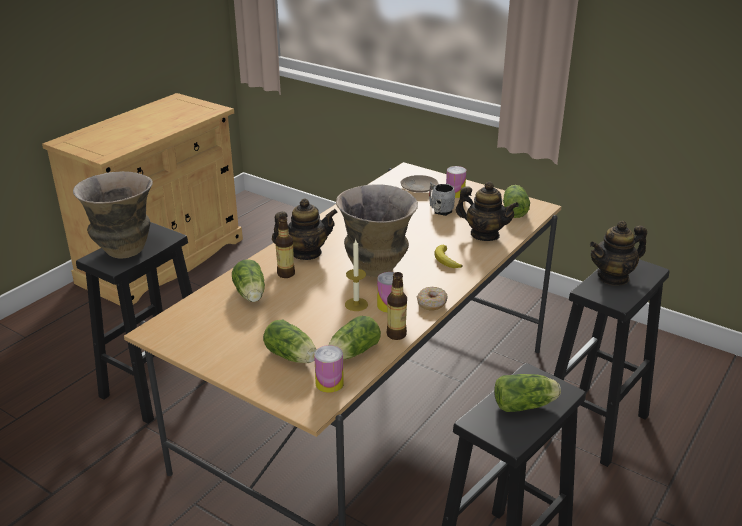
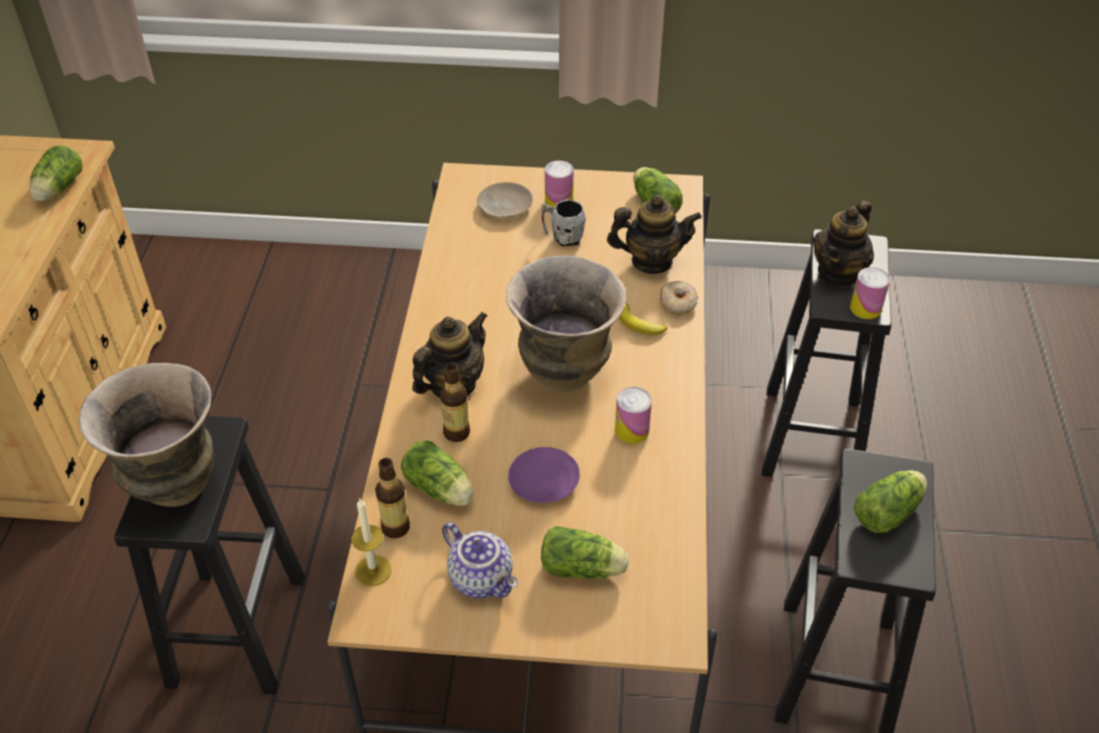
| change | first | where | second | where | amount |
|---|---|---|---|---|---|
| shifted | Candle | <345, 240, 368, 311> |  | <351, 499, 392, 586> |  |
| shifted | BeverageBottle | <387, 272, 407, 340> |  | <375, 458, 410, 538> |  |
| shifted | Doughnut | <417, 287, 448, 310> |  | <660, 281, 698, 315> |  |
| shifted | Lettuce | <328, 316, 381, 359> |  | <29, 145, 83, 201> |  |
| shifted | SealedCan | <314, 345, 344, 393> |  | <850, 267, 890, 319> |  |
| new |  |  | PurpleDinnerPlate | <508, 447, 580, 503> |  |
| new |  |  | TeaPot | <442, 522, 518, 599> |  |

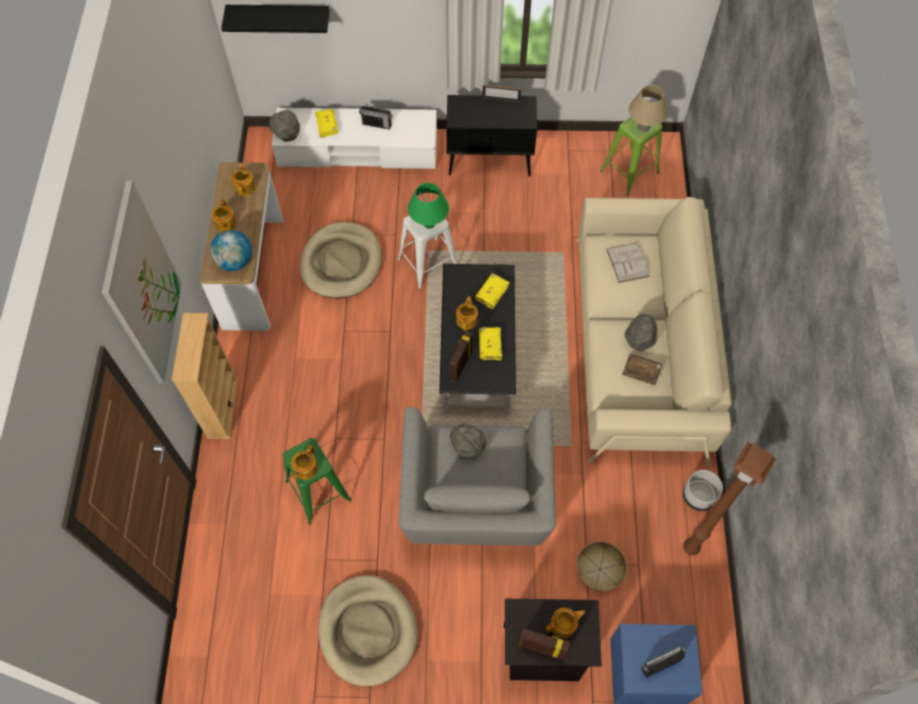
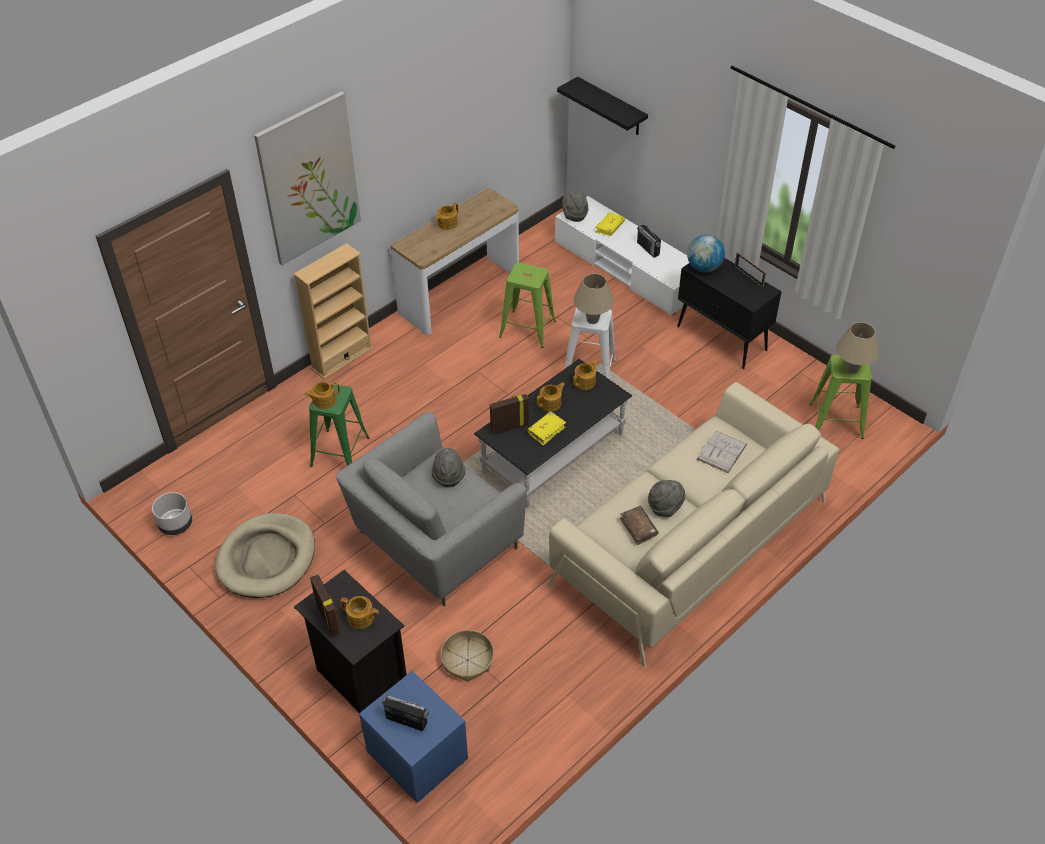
| change | first | where | second | where | amount |
|---|---|---|---|---|---|
| shifted | TeaPot | <231, 163, 256, 196> |  | <573, 360, 598, 390> |  |
| repainted | GreenColouredTabletopLamp | <408, 183, 449, 229> | SandColouredTabletopLamp | <573, 273, 614, 324> |  |
| swapped | SandColouredDogCushion | <299, 222, 382, 298> | GreenColouredSittingStool | <499, 262, 556, 348> |  |
| shifted | DeskGlobe | <210, 230, 252, 271> |  | <687, 235, 725, 272> |  |
| gone | YellowishBoundBook | <475, 273, 510, 310> |  |  |  |
| gone | BrownColouredStandingLamp | <683, 442, 776, 555> |  |  |  |
| shifted | GrayFlowerPot | <683, 470, 723, 511> |  | <152, 492, 192, 535> |  |

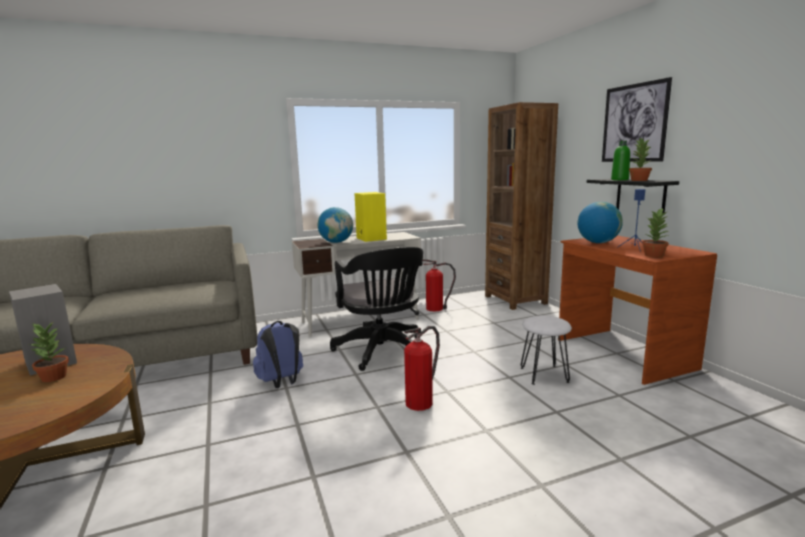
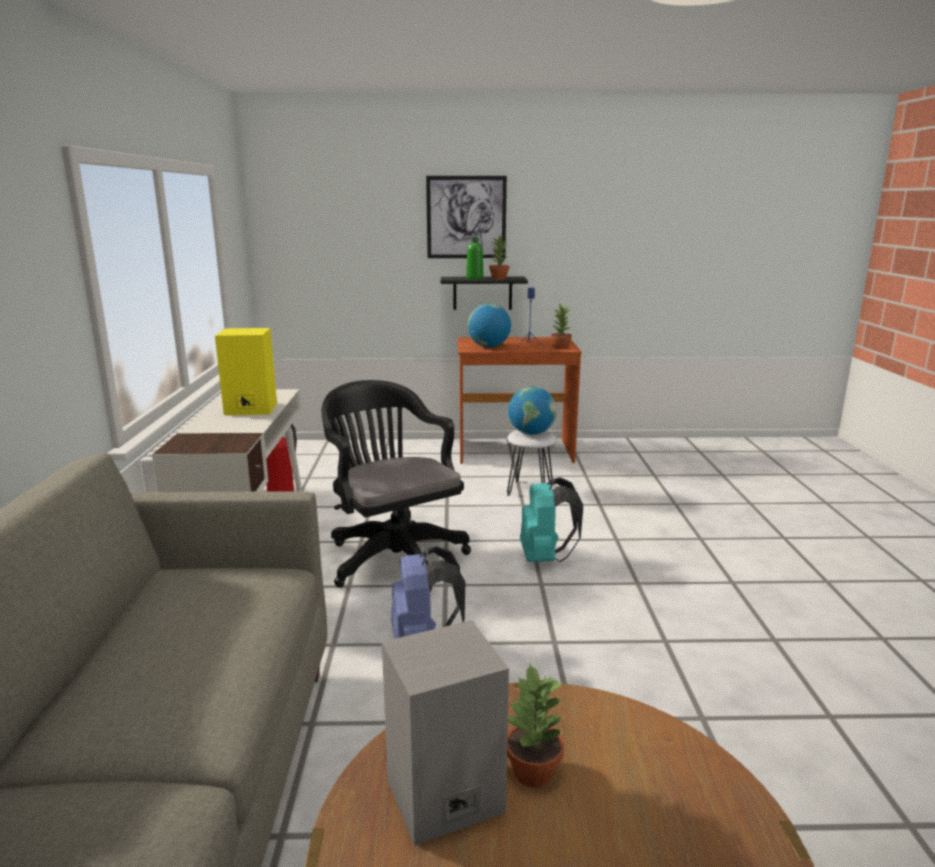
| change | first | where | second | where | amount |
|---|---|---|---|---|---|
| gone | BrownColouredBookcase | <485, 102, 558, 310> |  |  |  |
| shifted | DeskGlobe | <317, 207, 353, 243> |  | <508, 387, 557, 435> |  |
| rotated | BlackishOfficeChair | <330, 247, 423, 371> |  | <322, 380, 471, 592> | 120 degrees counterclockwise |
| swapped | Extinguisher | <404, 326, 440, 411> | BlueGreenKnapsack | <520, 477, 583, 562> |  |

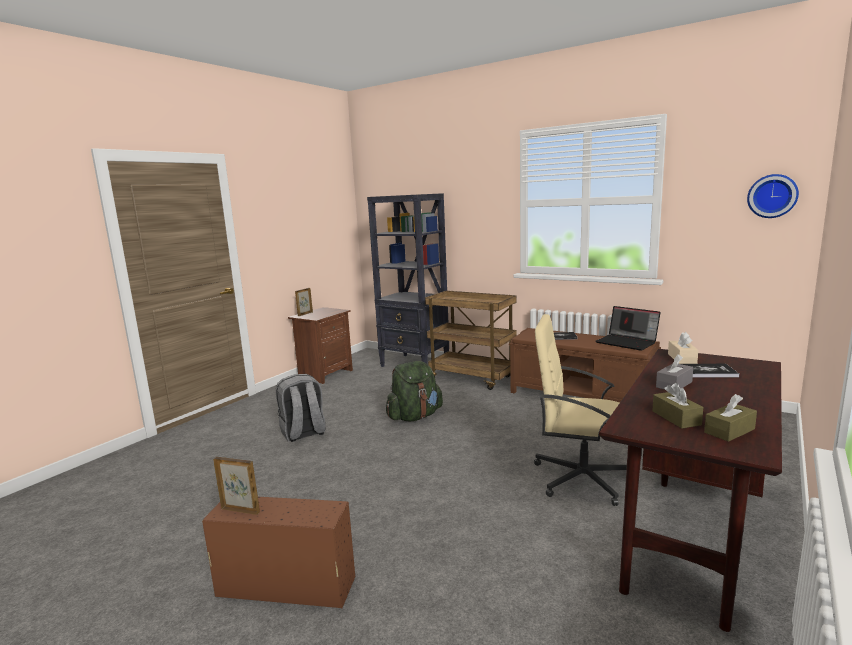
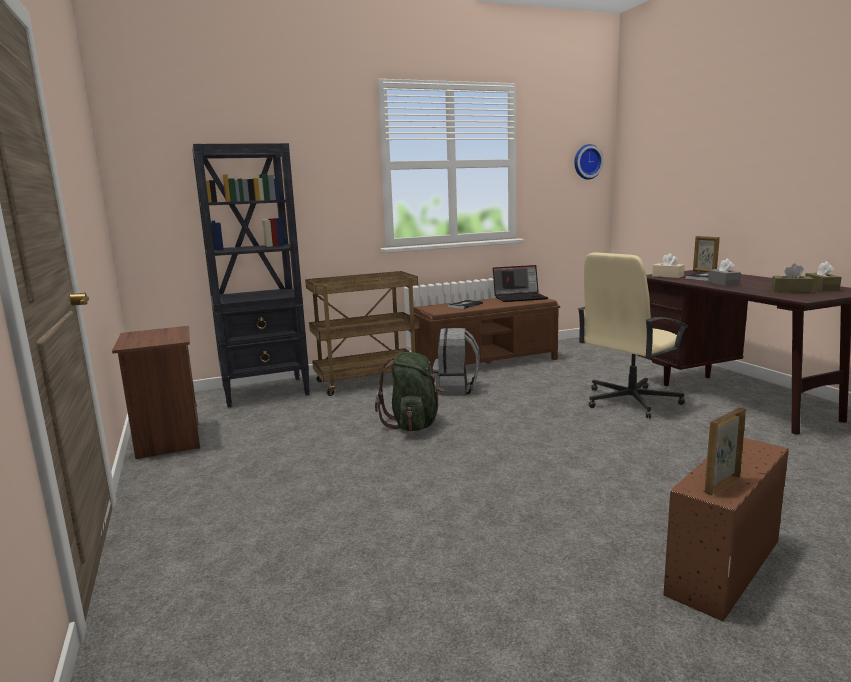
| change | first | where | second | where | amount |
|---|---|---|---|---|---|
| shifted | StandingFrame | <295, 288, 313, 316> |  | <693, 236, 720, 272> |  |
| shifted | GrayKnapsack | <276, 374, 325, 442> |  | <433, 328, 480, 396> |  |

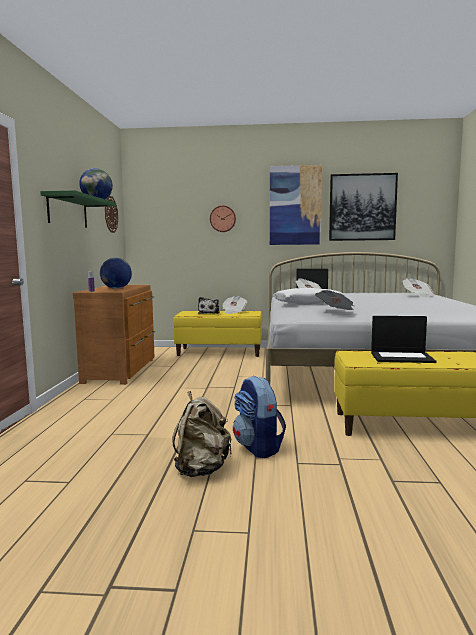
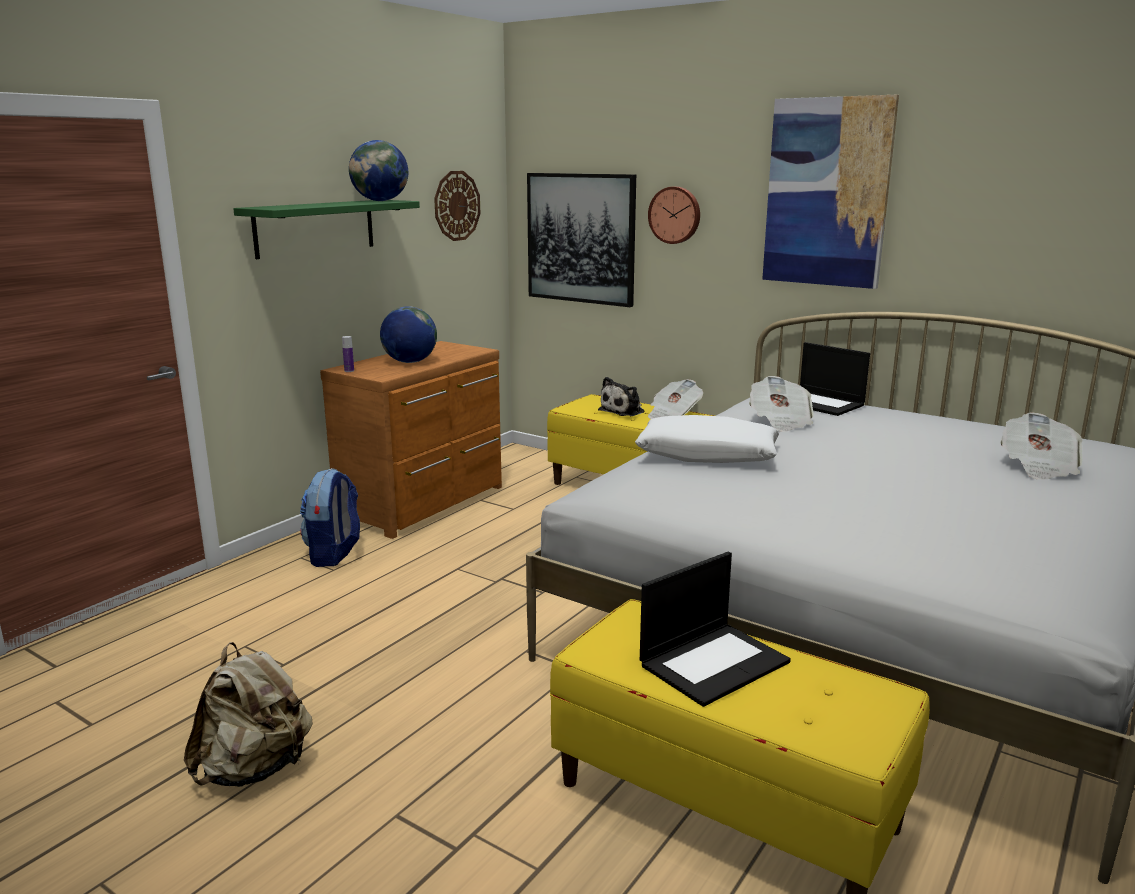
| change | first | where | second | where | amount |
|---|---|---|---|---|---|
| shifted | Picture | <329, 173, 398, 241> |  | <527, 173, 636, 307> |  |
| gone | DailyPaper | <315, 290, 354, 310> |  |  |  |
| rotated | Laptop | <371, 316, 437, 363> |  | <640, 552, 791, 707> | 75 degrees counterclockwise |
| shifted | Knapsack | <233, 376, 286, 458> |  | <300, 468, 360, 567> |  |

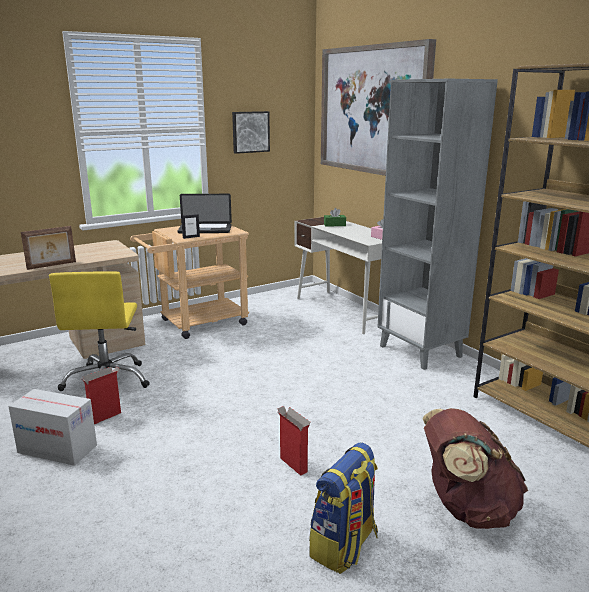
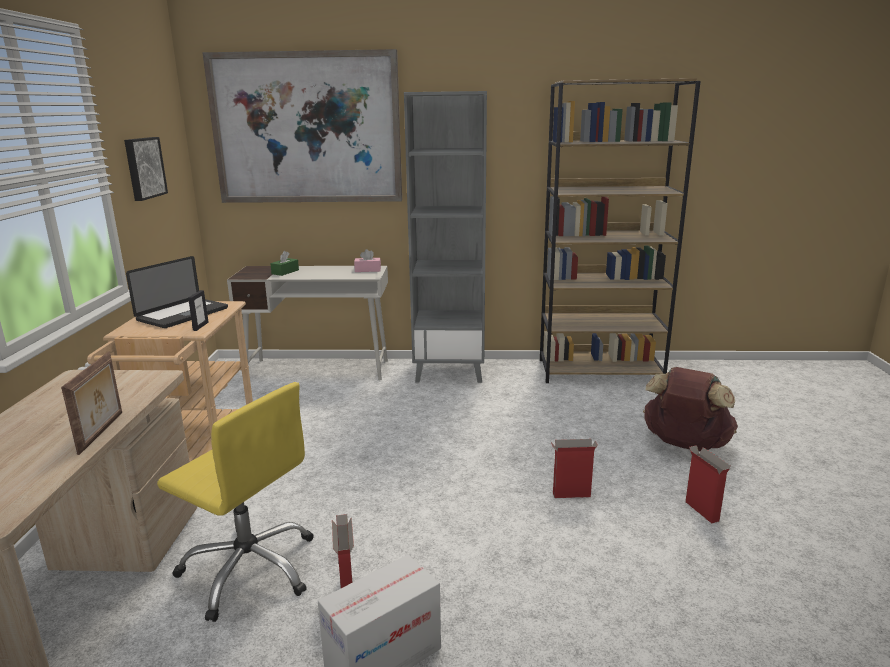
| change | first | where | second | where | amount |
|---|---|---|---|---|---|
| swapped | Knapsack | <309, 442, 378, 574> | PackingBox | <685, 445, 731, 523> |  |

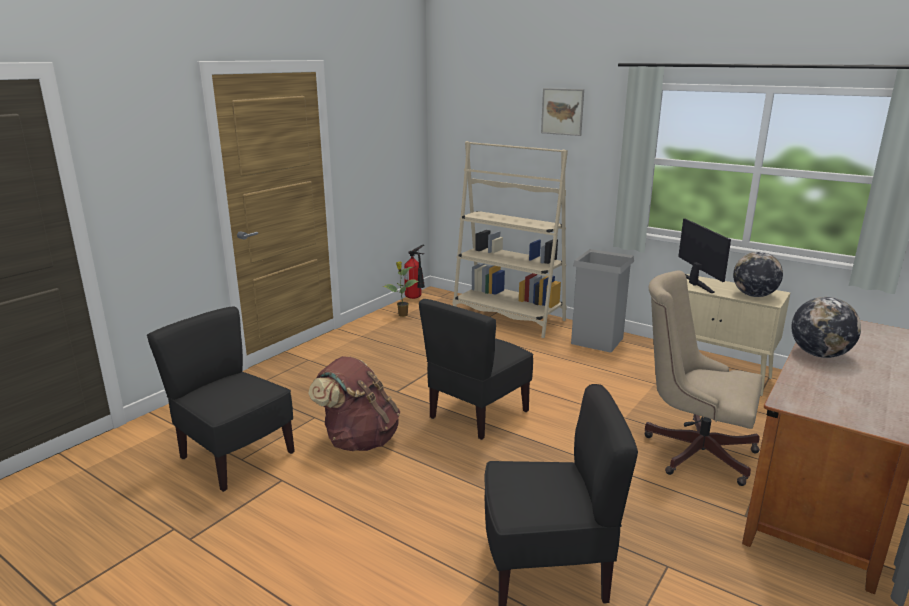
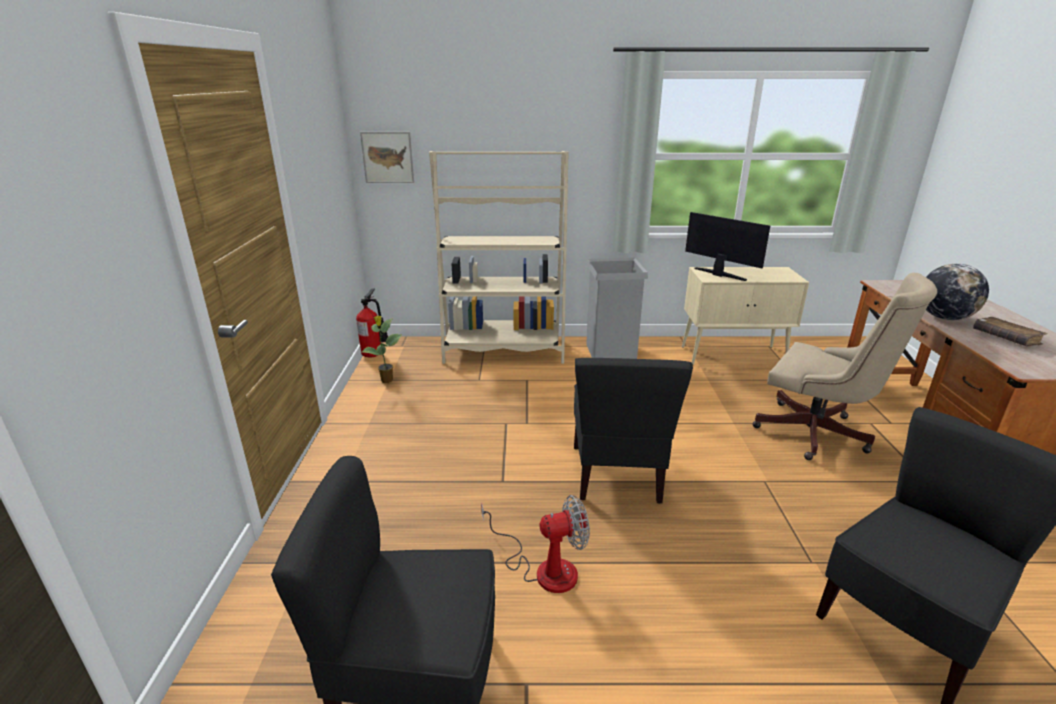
| change | first | where | second | where | amount |
|---|---|---|---|---|---|
| shifted | Picture | <541, 88, 584, 136> |  | <360, 132, 414, 183> |  |
| gone | DeskGlobe | <733, 252, 783, 297> |  |  |  |
| rotated | SandColouredOfficeChair | <644, 270, 762, 486> |  | <752, 273, 937, 460> | 135 degrees counterclockwise |
| swapped | BrownColouredKnapsack | <308, 356, 400, 451> | CoolingFan | <481, 495, 590, 593> |  |
| new |  |  | BrownColouredBoundBook | <973, 317, 1048, 347> |  |

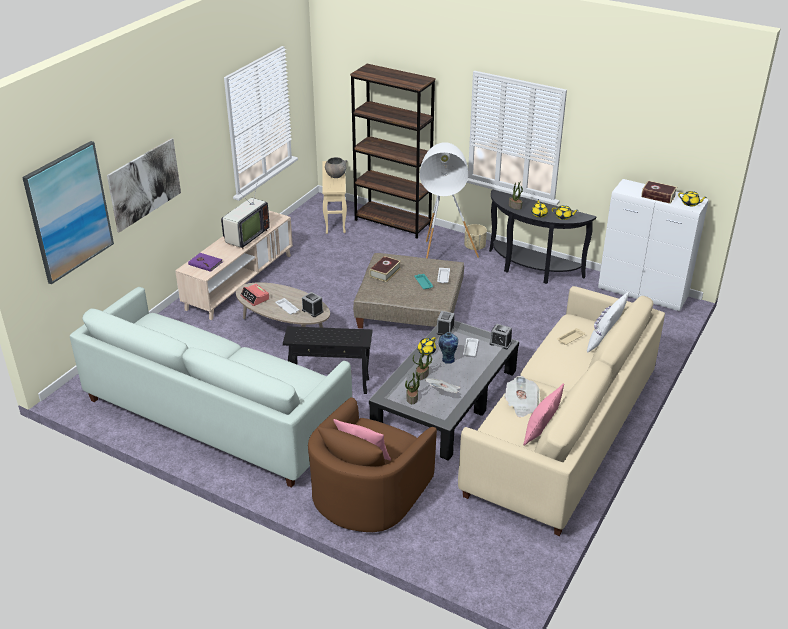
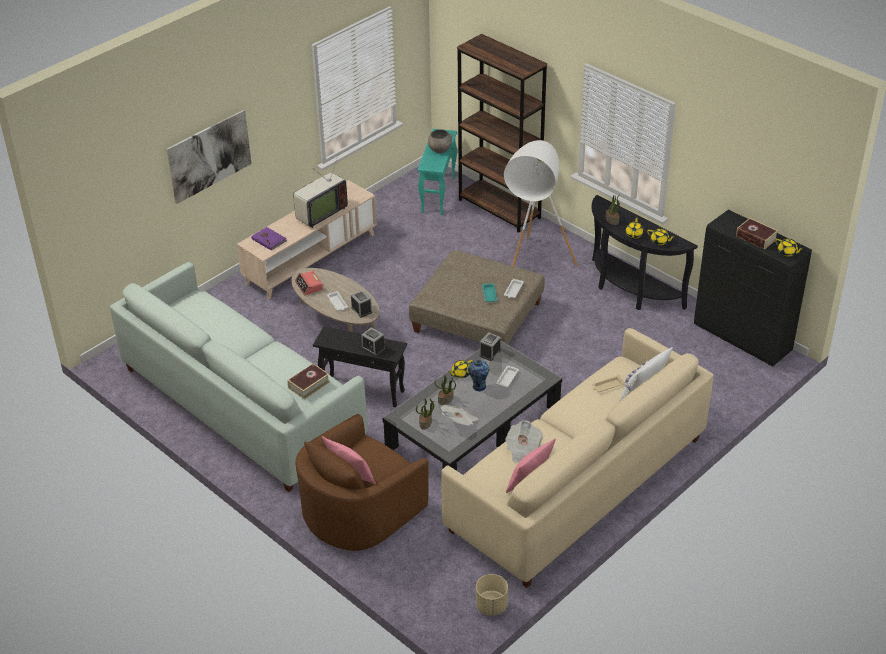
| change | first | where | second | where | amount |
|---|---|---|---|---|---|
| gone | Picture | <22, 141, 114, 285> |  |  |  |
| repainted | SandColouredAccentTable | <322, 161, 347, 234> | BlueGreenAccentTable | <418, 129, 457, 215> |  |
| repainted | WhiteColouredCupboard | <598, 179, 709, 311> | BlackishCupboard | <694, 209, 812, 366> |  |
| shifted | SandColouredFlowerPot | <464, 224, 487, 250> |  | <476, 574, 508, 616> |  |
| shifted | BoundBook | <369, 256, 401, 282> |  | <288, 363, 330, 399> |  |
| shifted | AlarmClock | <489, 324, 512, 349> |  | <361, 327, 385, 356> |  |

